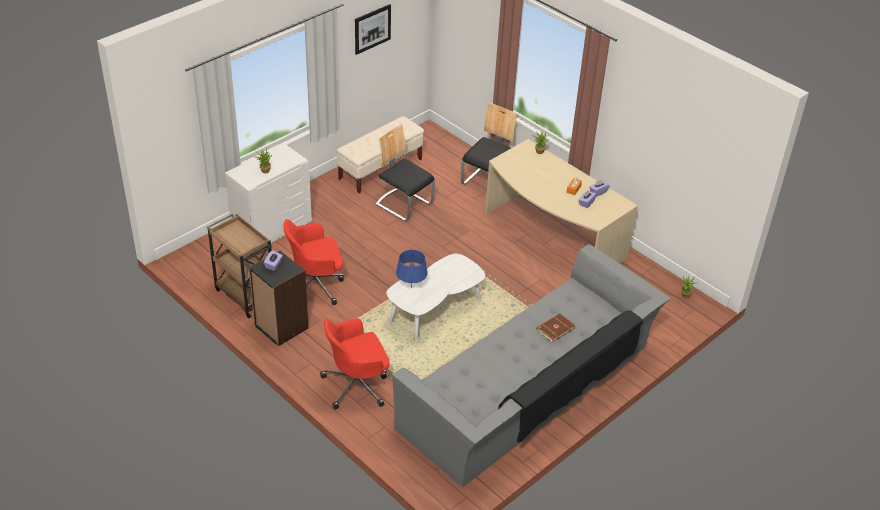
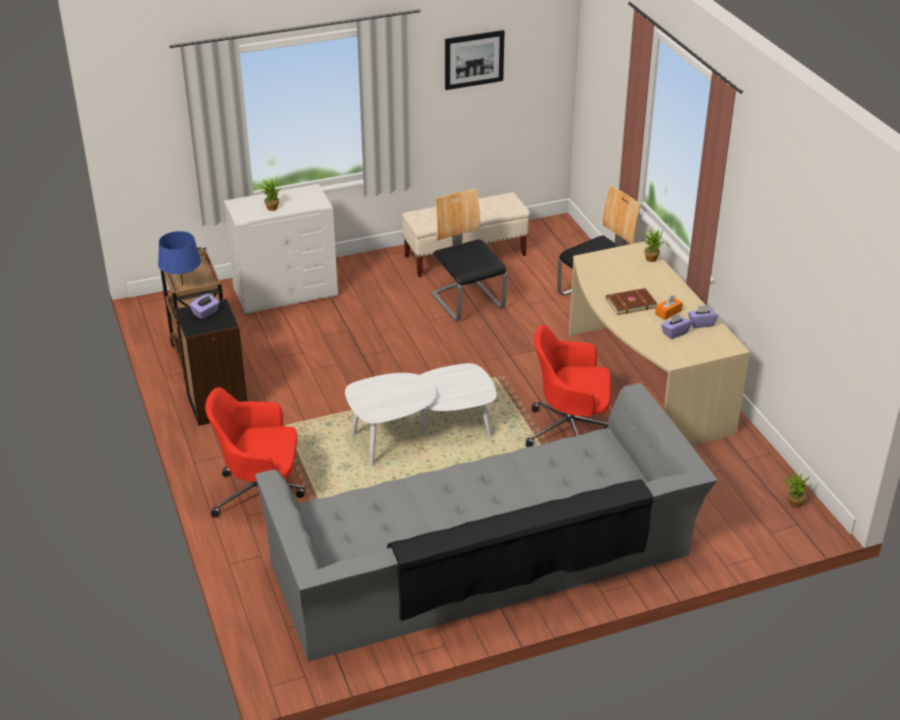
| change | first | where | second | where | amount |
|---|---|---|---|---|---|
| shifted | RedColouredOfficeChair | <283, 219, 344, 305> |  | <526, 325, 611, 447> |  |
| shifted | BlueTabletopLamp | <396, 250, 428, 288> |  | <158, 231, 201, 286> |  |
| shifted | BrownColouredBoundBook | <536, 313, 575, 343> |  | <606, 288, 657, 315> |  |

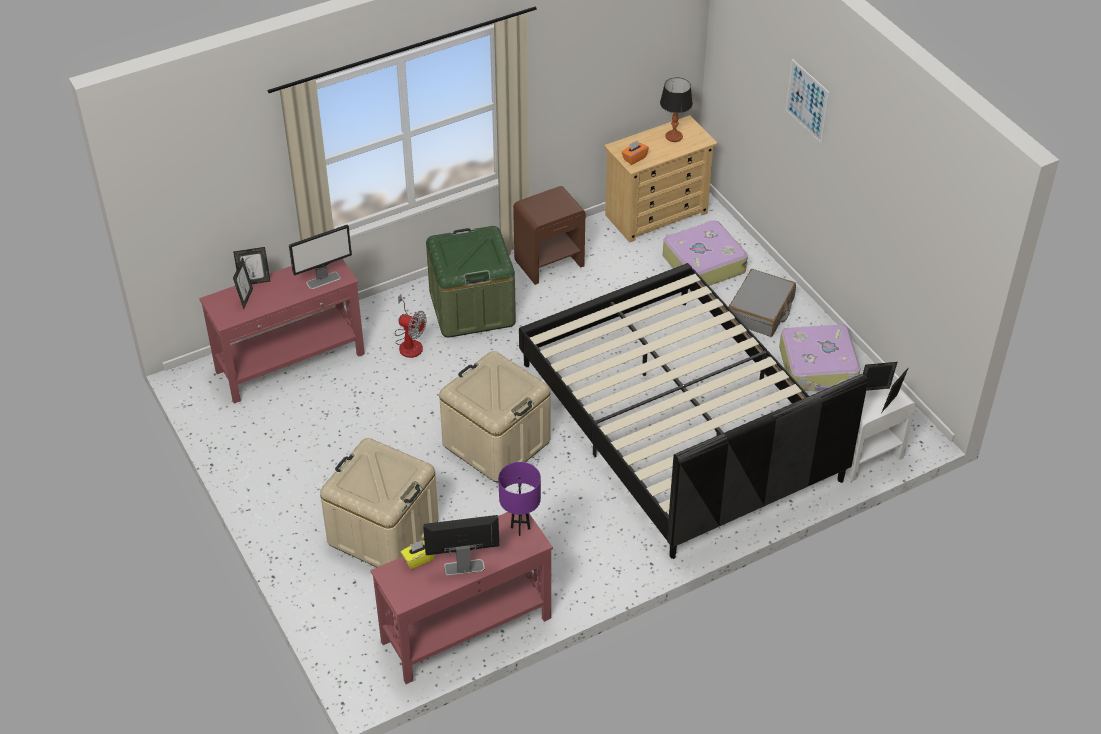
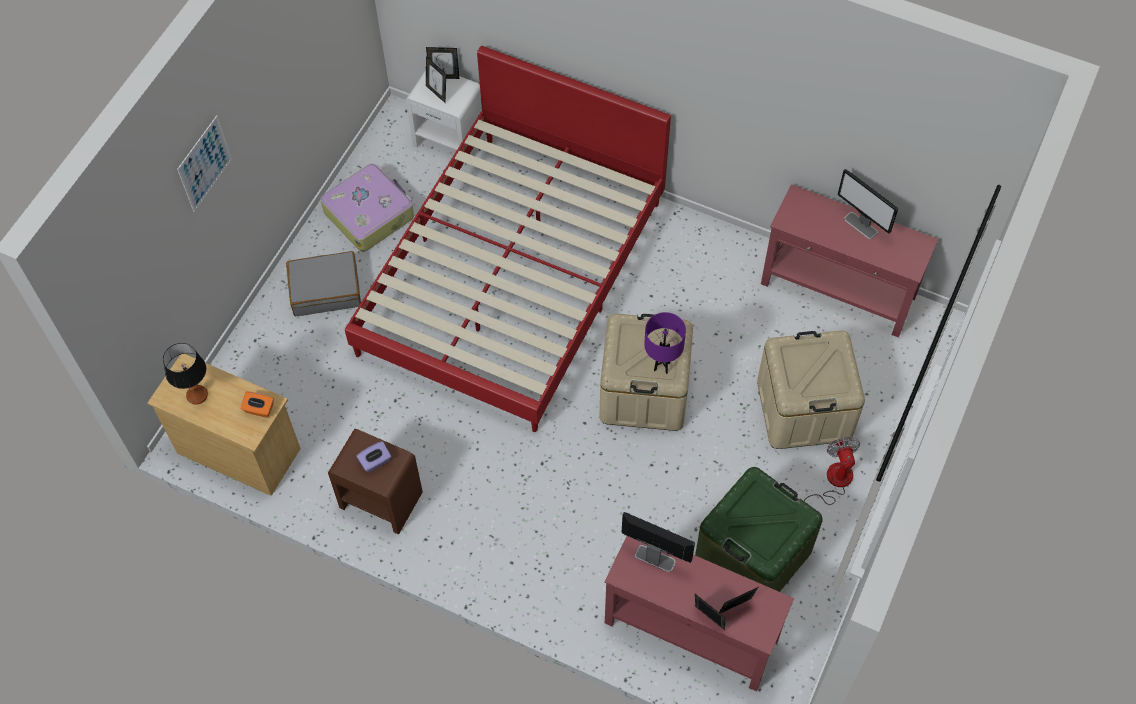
| change | first | where | second | where | amount |
|---|---|---|---|---|---|
| gone | TravelCase | <663, 220, 748, 286> |  |  |  |
| shifted | GreenColouredStorageContainer | <426, 226, 516, 338> |  | <695, 467, 823, 592> |  |
| repainted | BlackishBedroomBed | <519, 263, 868, 559> | RedColouredBedroomBed | <345, 46, 671, 432> |  |
| shifted | CoolingFan | <395, 294, 427, 358> |  | <804, 437, 860, 505> |  |
| shifted | PurpleTabletopLamp | <498, 462, 541, 536> |  | <644, 312, 686, 374> |  |
| gone | YellowishTissueBox | <401, 540, 435, 569> |  |  |  |
| new |  |  | PurpleTissueBox | <357, 441, 391, 473> |  |

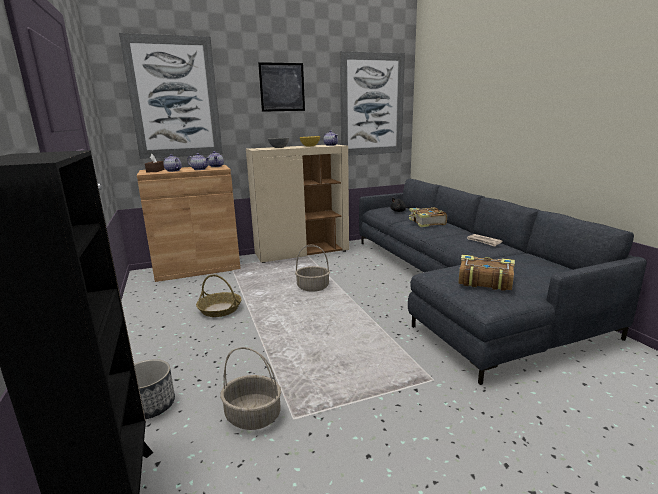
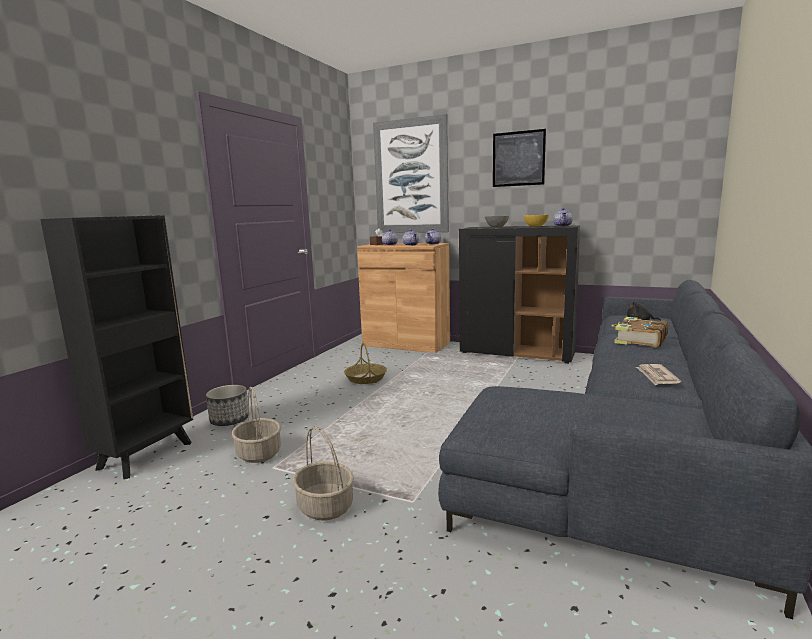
| change | first | where | second | where | amount |
|---|---|---|---|---|---|
| gone | Picture | <340, 51, 405, 156> |  |  |  |
| repainted | SandColouredCupboard | <246, 144, 349, 263> | BlackishCupboard | <459, 225, 580, 364> |  |
| shifted | StorageBasket | <295, 245, 330, 291> |  | <293, 425, 354, 521> |  |
| gone | BoundBook | <458, 255, 515, 291> |  |  |  |

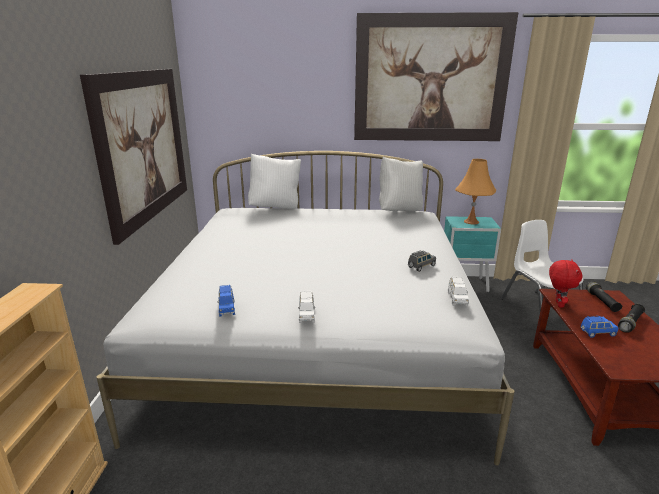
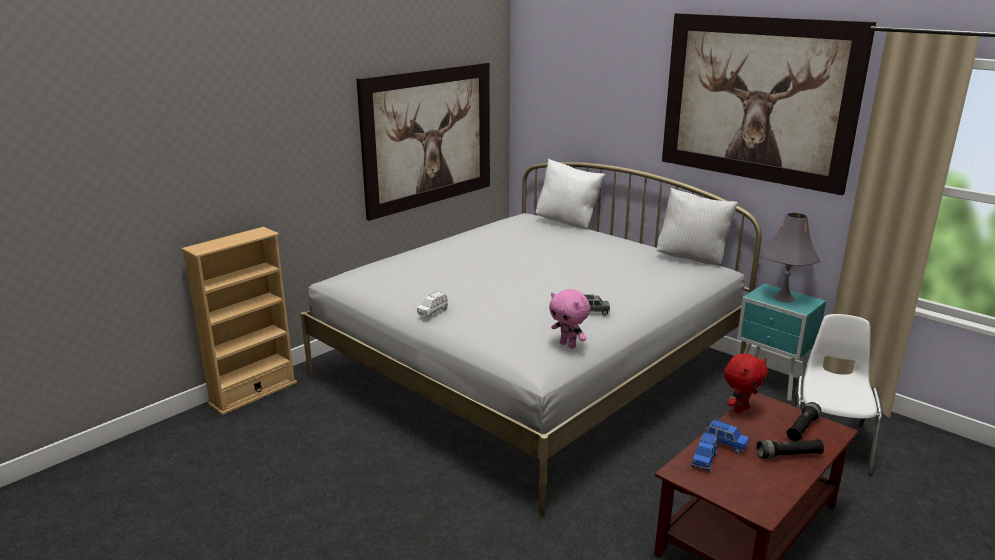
| change | first | where | second | where | amount |
|---|---|---|---|---|---|
| repainted | OrangeColouredTabletopLamp | <455, 159, 496, 224> | GrayTabletopLamp | <762, 212, 820, 302> |  |
| swapped | WhiteColouredModelCar | <448, 277, 469, 306> | PinkColouredCuddlyToy | <549, 289, 590, 349> |  |
| shifted | BlueModelCar | <217, 285, 235, 317> |  | <691, 432, 718, 472> |  |

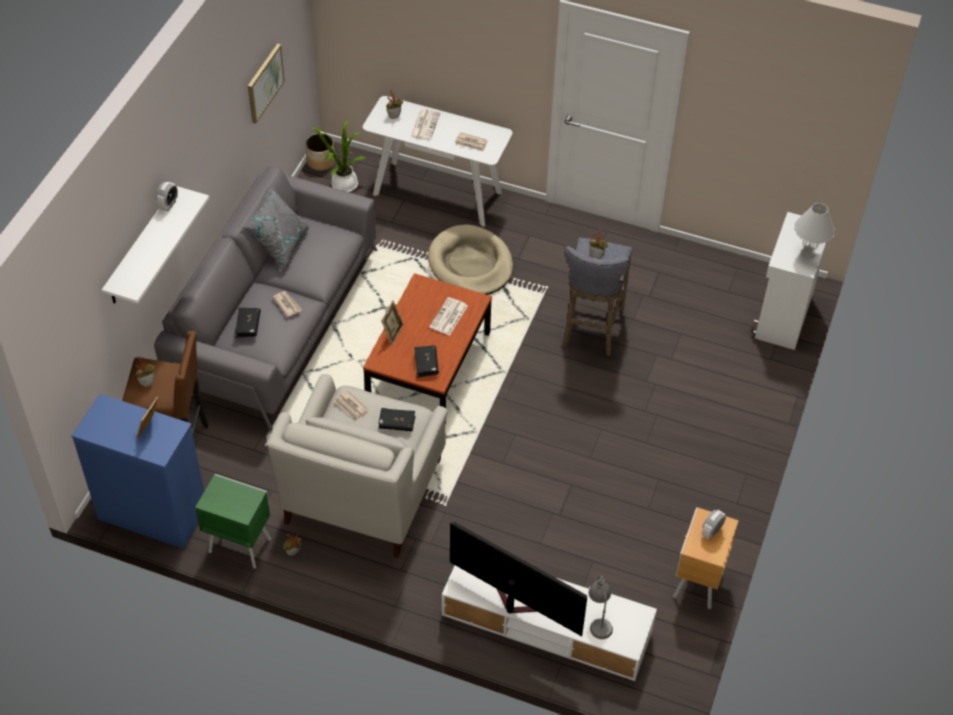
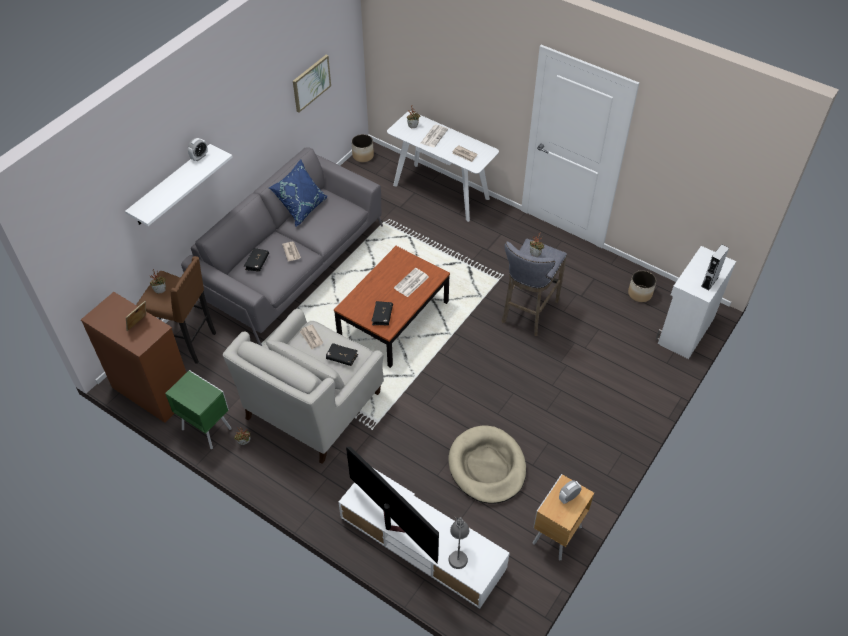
| change | first | where | second | where | amount |
|---|---|---|---|---|---|
| gone | PottedPlant | <310, 119, 366, 192> |  |  |  |
| repainted | GrayPillow | <242, 183, 309, 271> | BluePillow | <269, 159, 327, 226> |  |
| swapped | WhiteColouredTabletopLamp | <794, 203, 835, 259> | GrayAudioSpeaker | <701, 244, 729, 290> |  |
| shifted | SandColouredDogCushion | <428, 224, 513, 295> |  | <448, 426, 526, 504> |  |
| gone | StandingFrame | <381, 300, 404, 345> |  |  |  |
| repainted | BlueChestOfDrawers | <71, 394, 204, 549> | BrownColouredChestOfDrawers | <81, 292, 187, 423> |  |
| new |  |  | FlowerPot | <628, 270, 656, 302> |  |

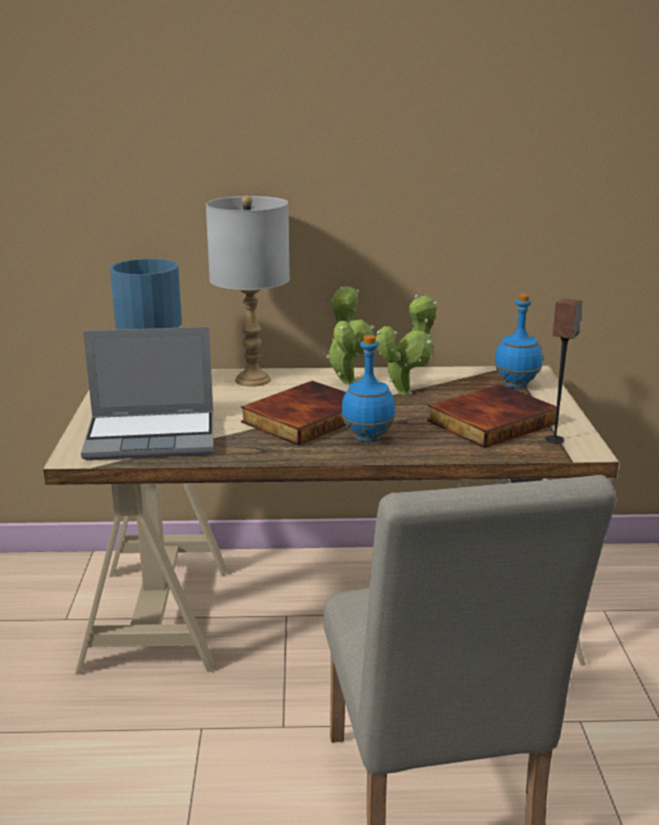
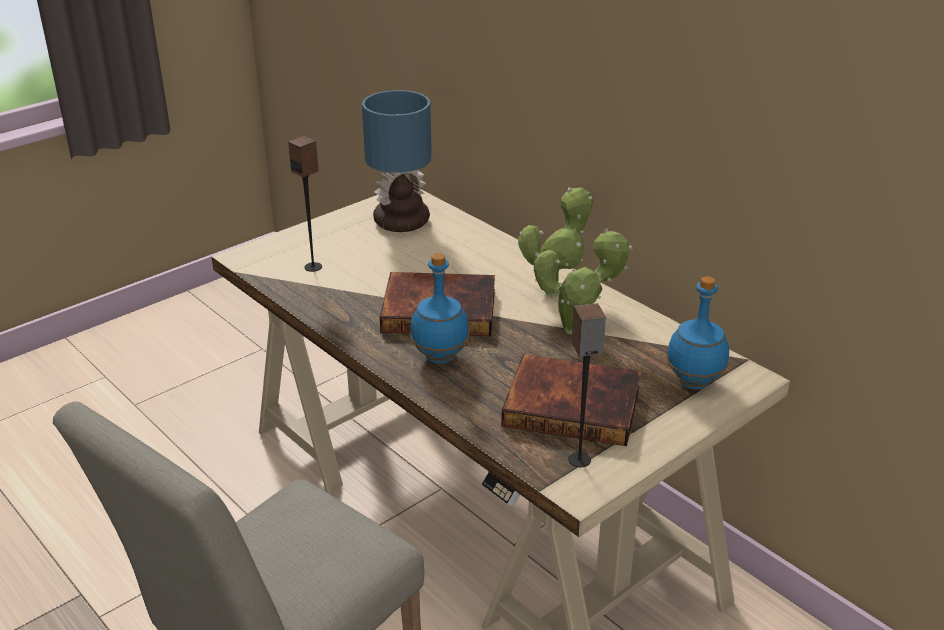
| change | first | where | second | where | amount |
|---|---|---|---|---|---|
| gone | GrayTabletopLamp | <206, 195, 290, 387> |  |  |  |
| swapped | Laptop | <81, 327, 214, 460> | AudioSpeaker | <288, 136, 322, 272> |  |

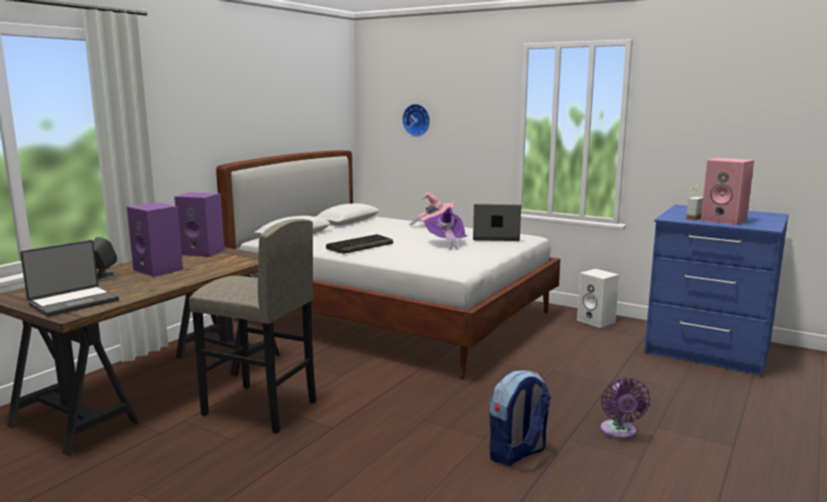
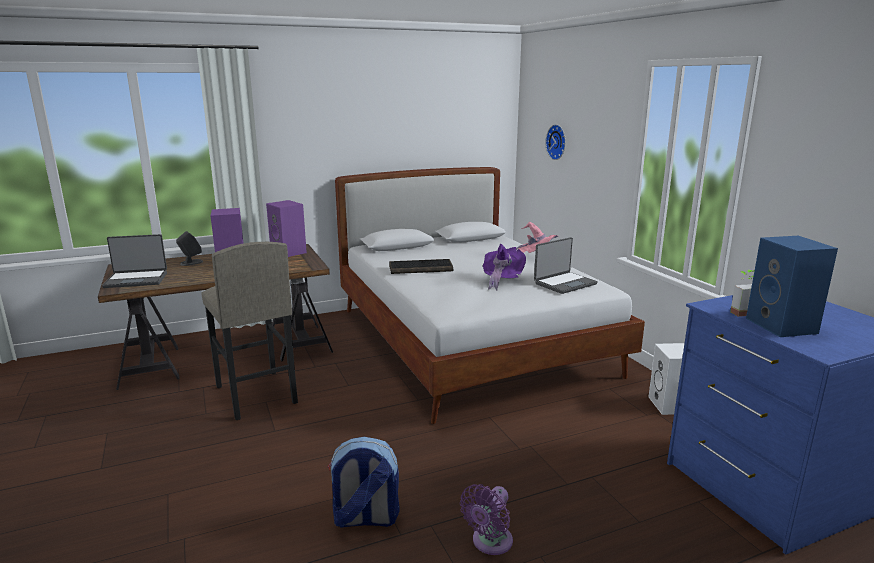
| change | first | where | second | where | amount |
|---|---|---|---|---|---|
| repainted | PinkColouredAudioSpeaker | <701, 158, 754, 225> | BlueAudioSpeaker | <746, 236, 838, 337> |  |
| rotated | Laptop | <473, 204, 521, 241> |  | <534, 237, 598, 294> | 105 degrees clockwise |

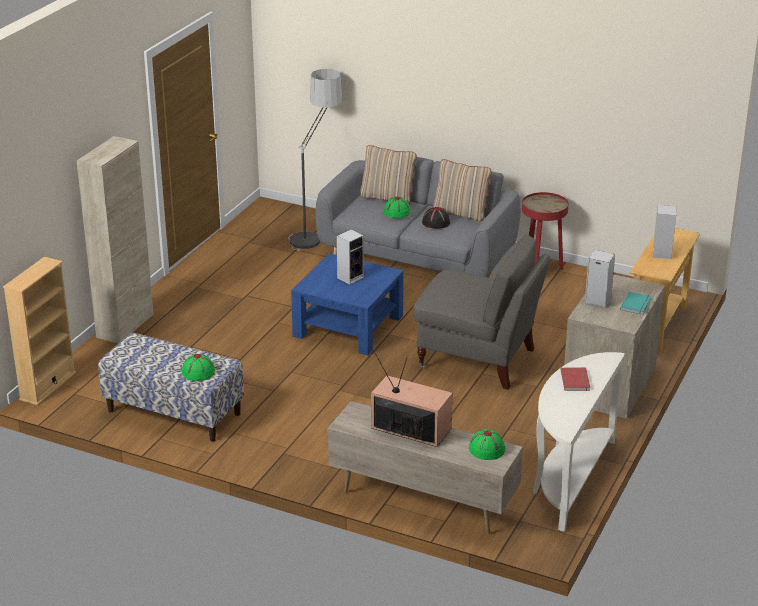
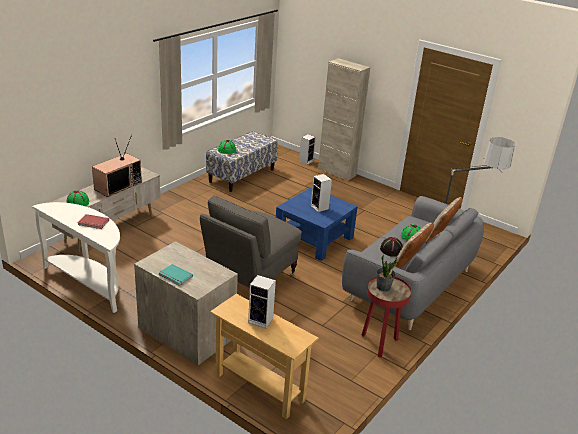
| change | first | where | second | where | amount |
|---|---|---|---|---|---|
| shifted | AudioSpeaker | <585, 250, 615, 308> |  | <299, 134, 316, 165> |  |
| gone | SandColouredBookcase | <3, 257, 76, 405> |  |  |  |
| new |  |  | PottedPlant | <376, 254, 397, 292> |  |

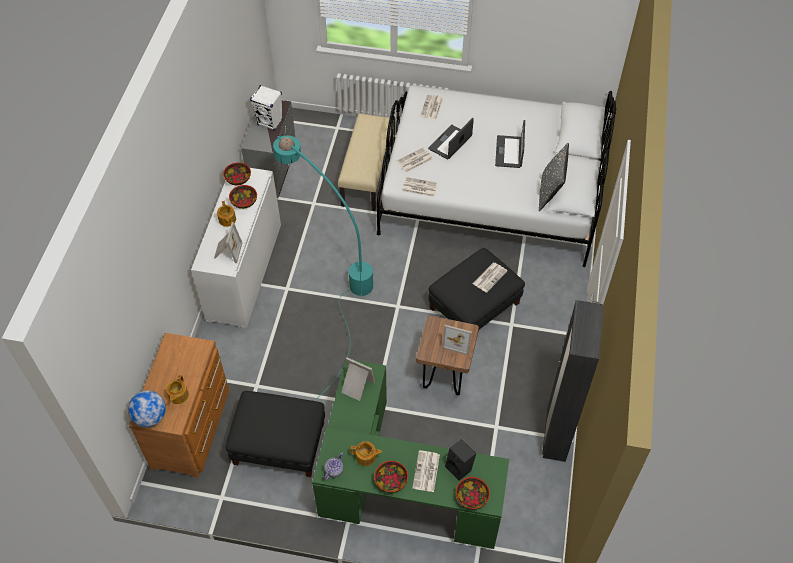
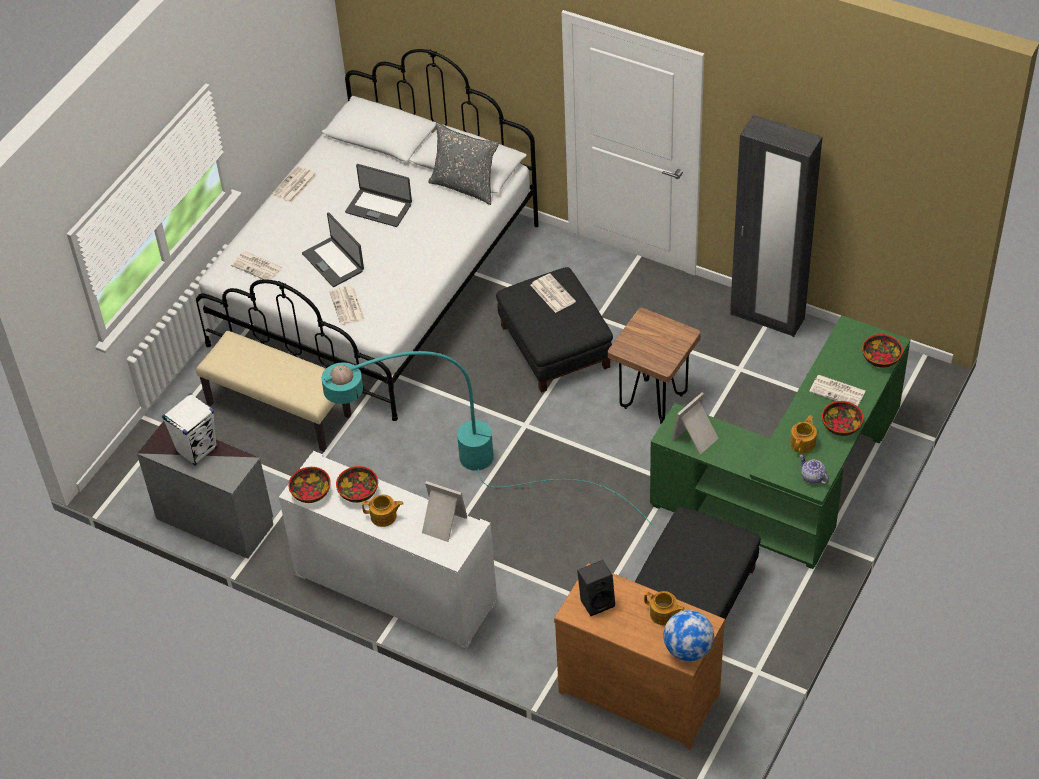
| change | first | where | second | where | amount |
|---|---|---|---|---|---|
| shifted | DailyPaper | <402, 177, 438, 197> |  | <272, 166, 317, 203> |  |
| gone | StandingFrame | <442, 325, 472, 355> |  |  |  |
| shifted | BlackishAudioSpeaker | <445, 439, 476, 481> |  | <577, 560, 615, 616> |  |

